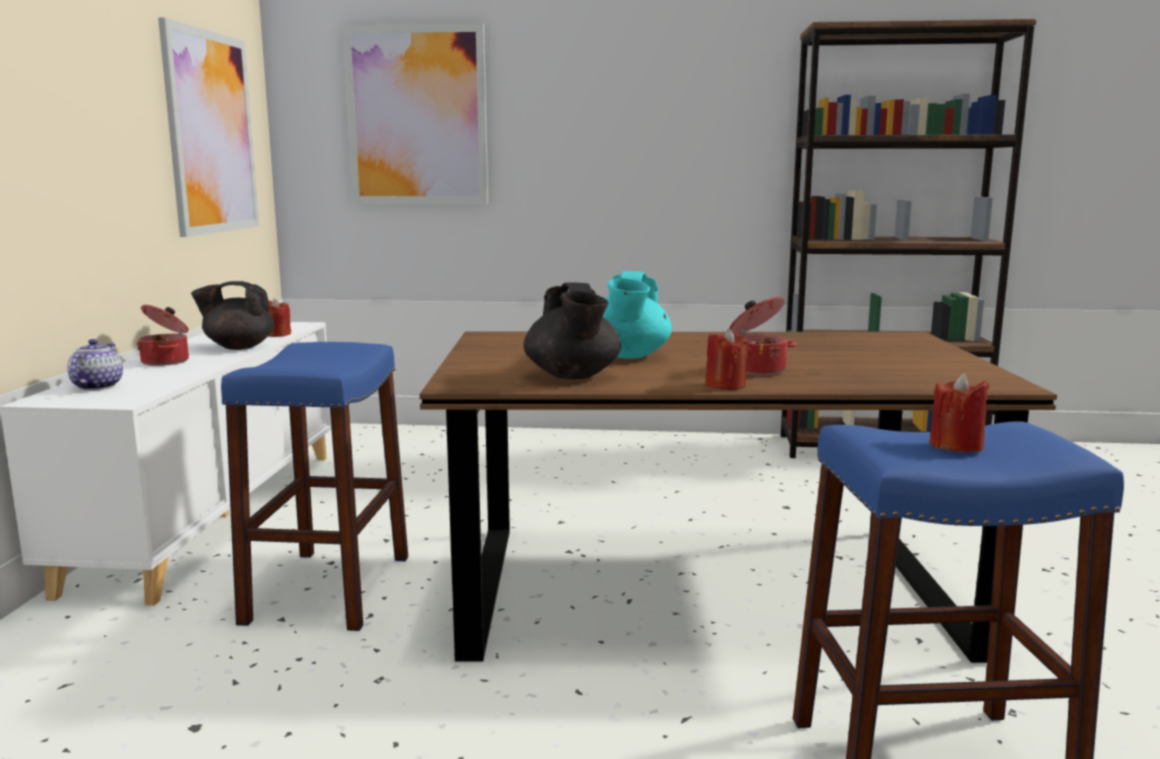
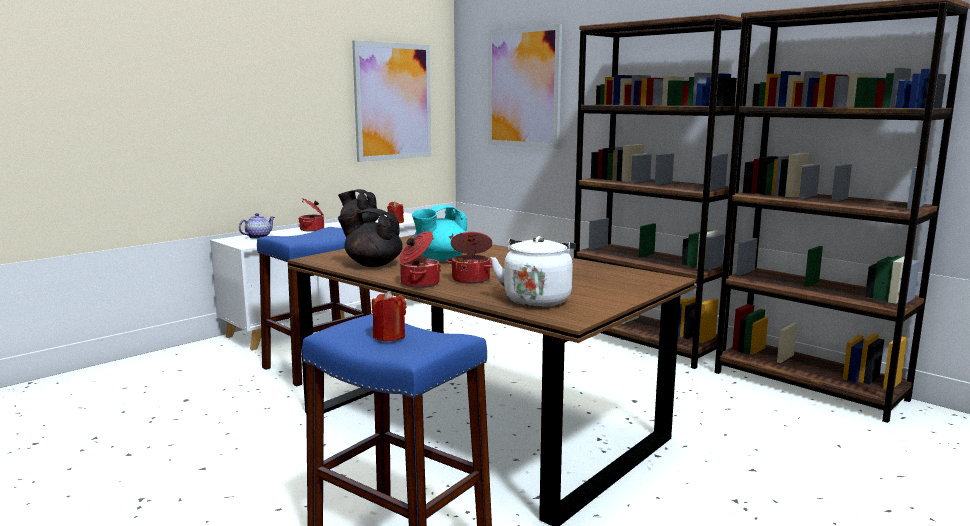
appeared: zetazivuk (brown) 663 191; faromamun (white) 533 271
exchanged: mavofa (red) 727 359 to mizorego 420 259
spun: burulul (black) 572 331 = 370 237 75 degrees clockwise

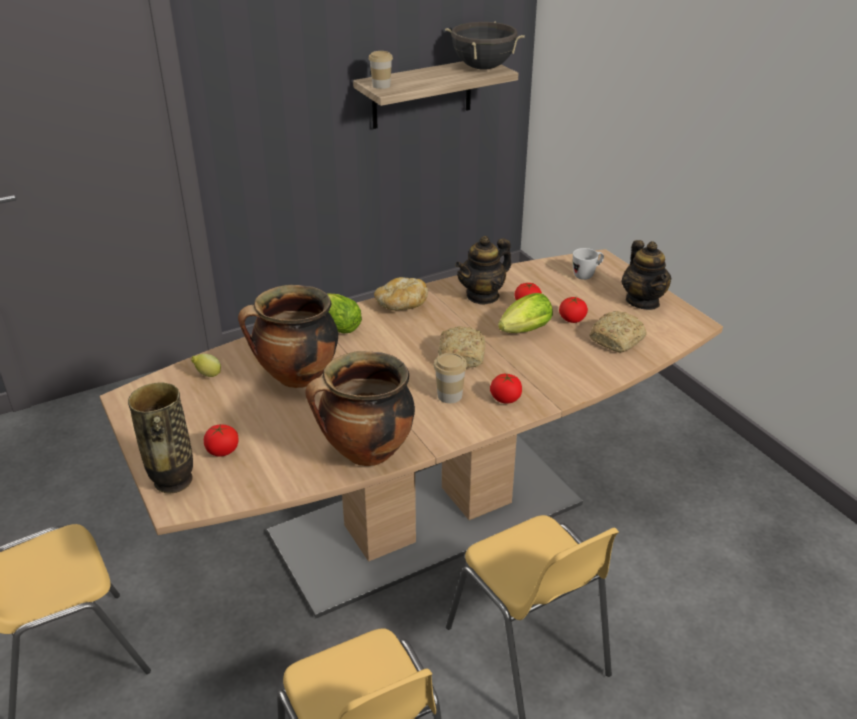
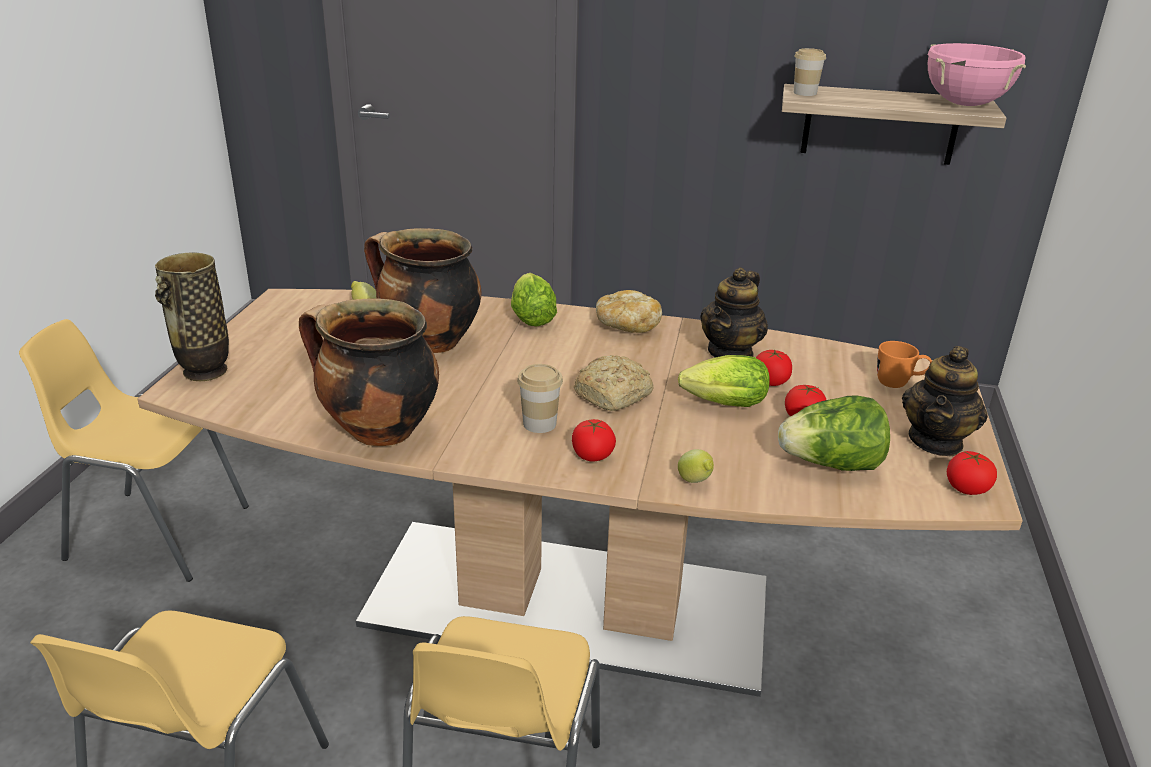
appeared: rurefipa 696 466
relocated: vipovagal 221 440 to 972 473
exchanged: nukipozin 618 332 to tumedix 834 433
colour: mizorego (black) 485 46 to mizorego (pink) 977 74; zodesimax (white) 588 264 to zodesimax (orange) 904 364
spun: burulul 483 270 = 734 312 60 degrees counterclockwise

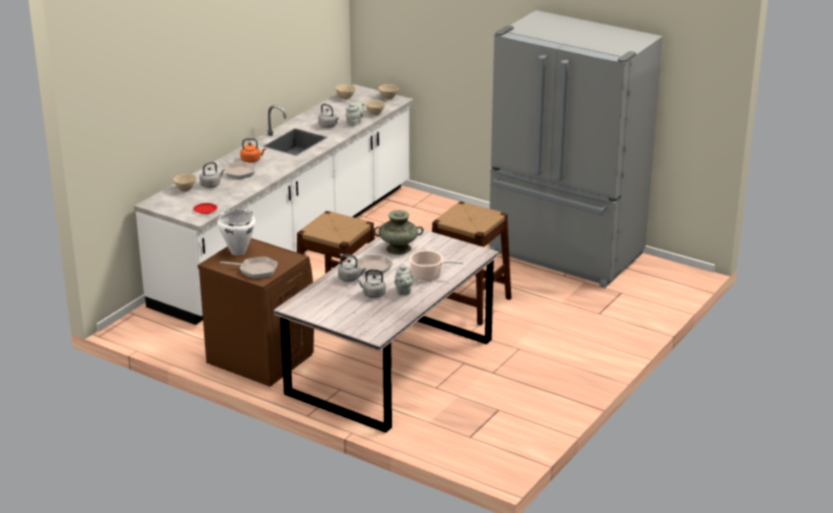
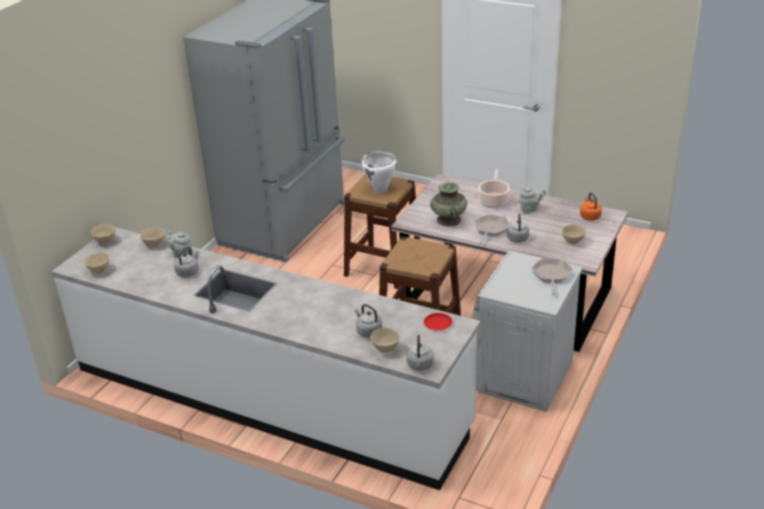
missing: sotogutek 238 167
appeared: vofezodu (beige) 574 234
relocated: faromamun (orange) 253 150 to 591 207; mizorego (white) 236 232 to 379 172; faromamun (grey) 371 283 to 420 353
colour: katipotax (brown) 256 312 to katipotax (white) 527 331

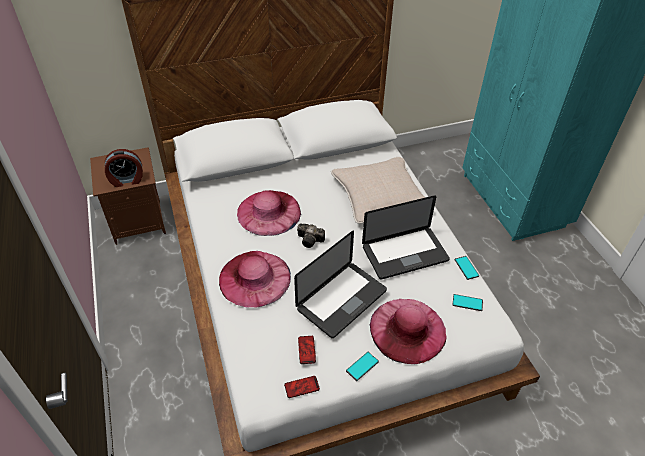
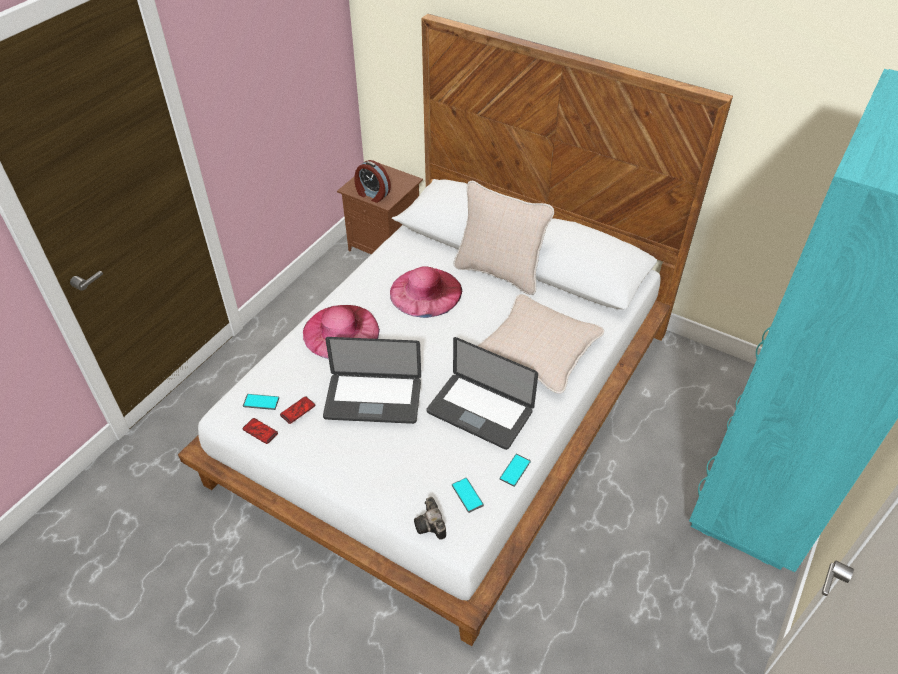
missing: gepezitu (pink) 408 331
appeared: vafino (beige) 504 238
relocated: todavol 311 236 to 430 518; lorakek 362 366 to 261 402

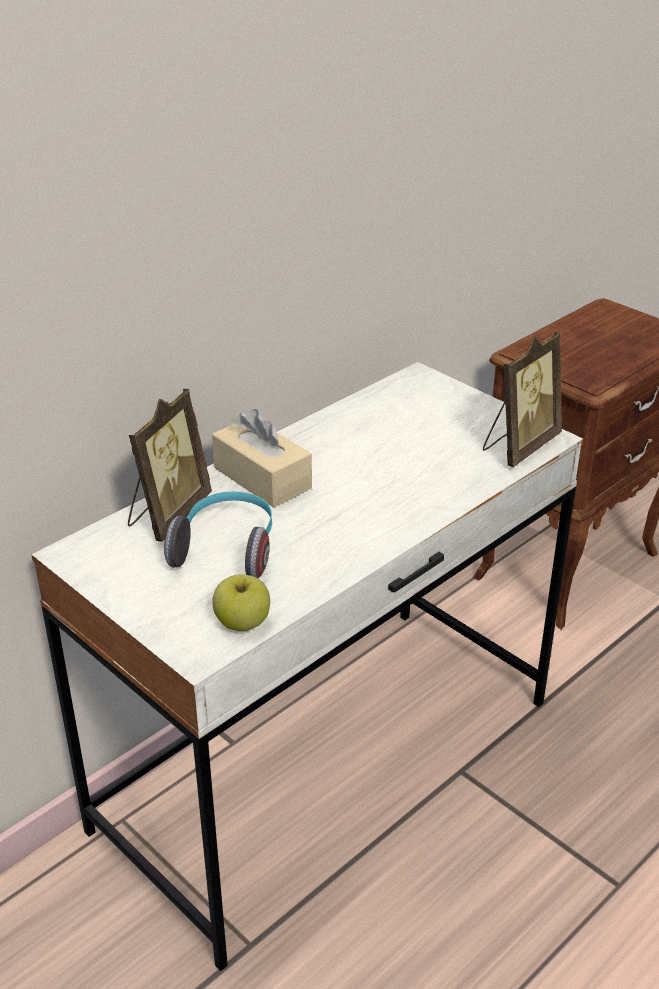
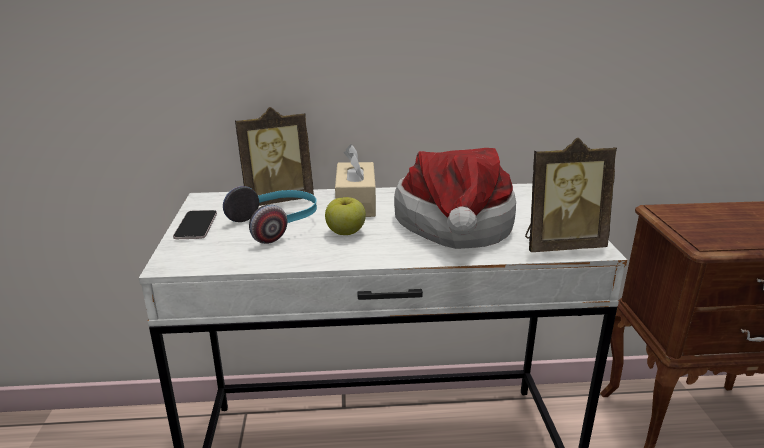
appeared: gepezitu 455 198; lorakek 195 224
relocated: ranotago 241 602 to 345 216

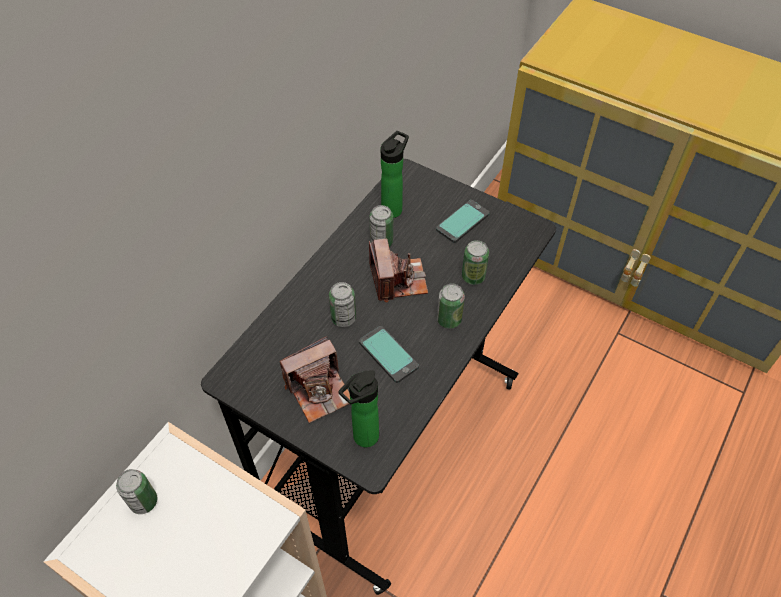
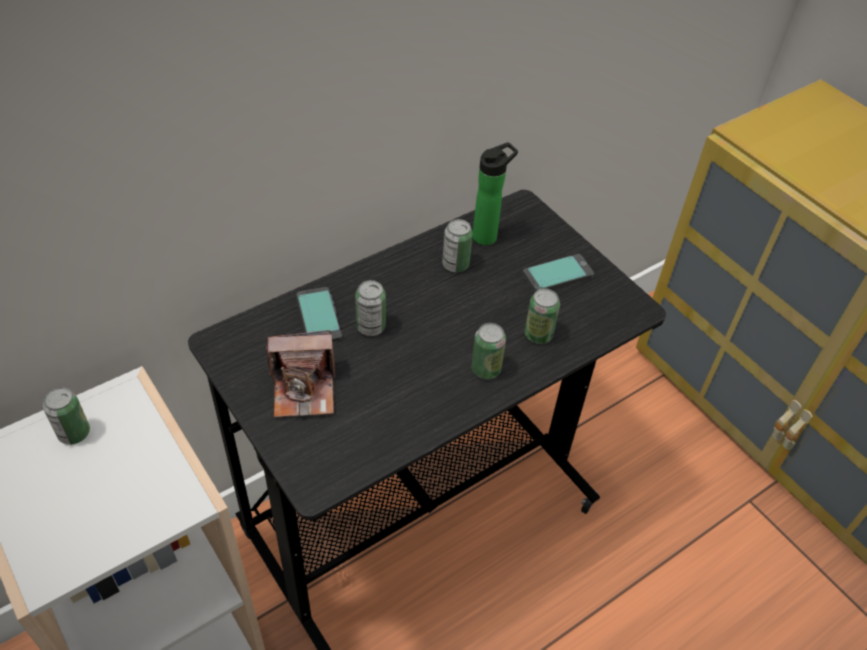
missing: todavol 398 270; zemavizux 358 408
relocated: lorakek 389 354 to 319 314

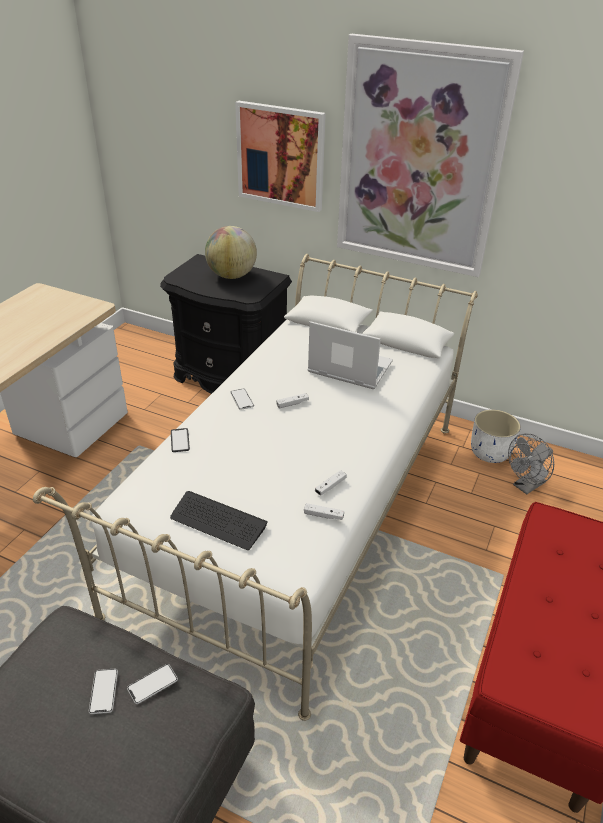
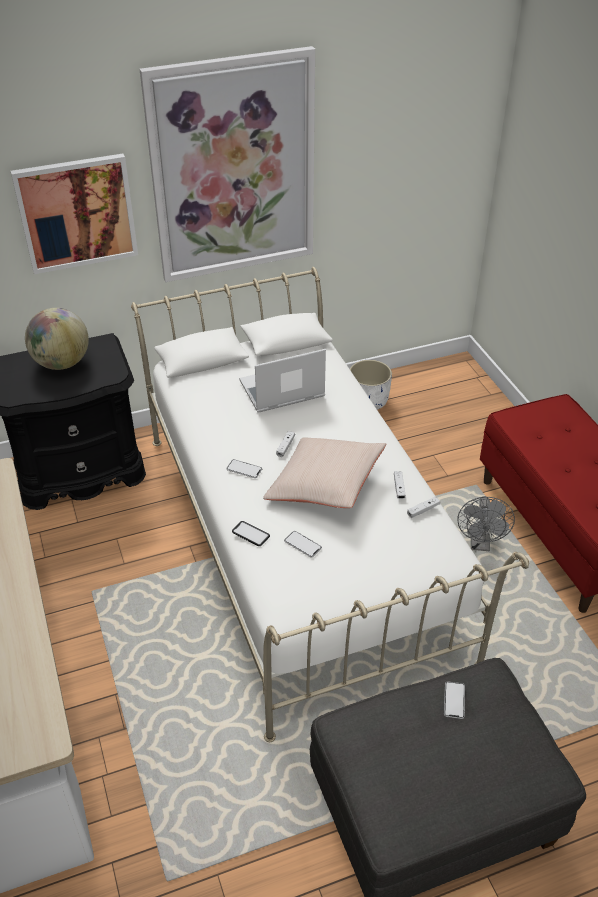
missing: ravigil 219 520
appeared: vafino (beige) 324 473
relocated: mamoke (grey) 531 463 to 486 523; lorakek 103 691 to 303 544

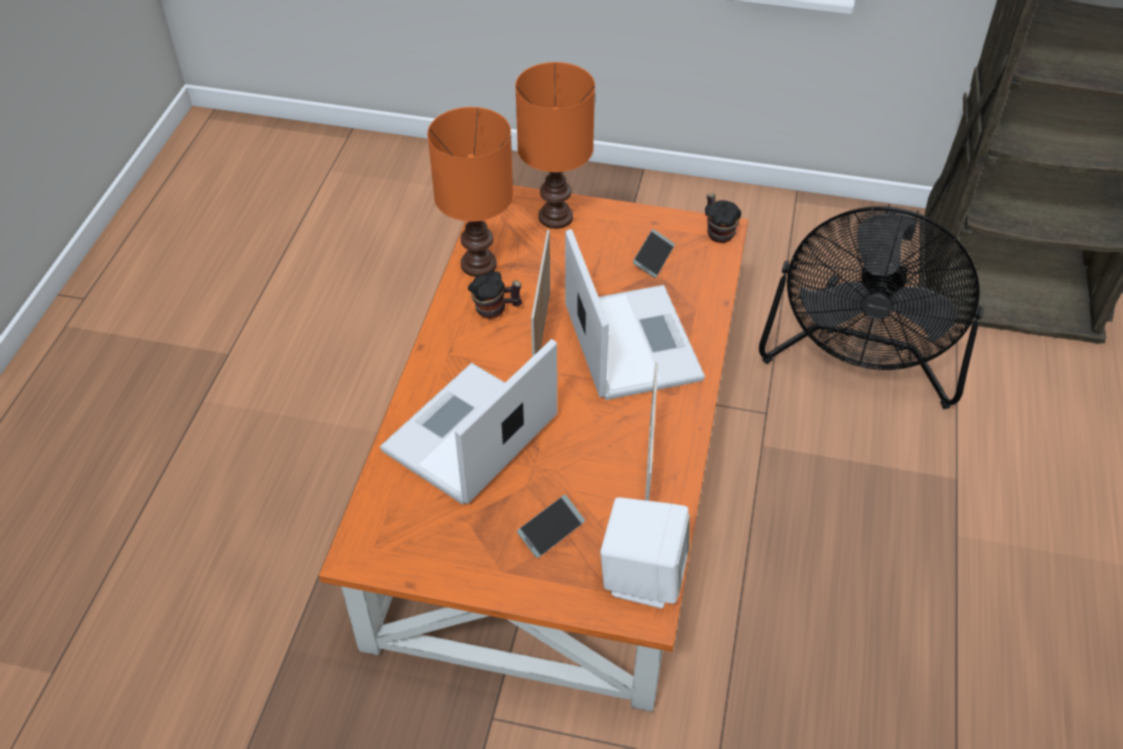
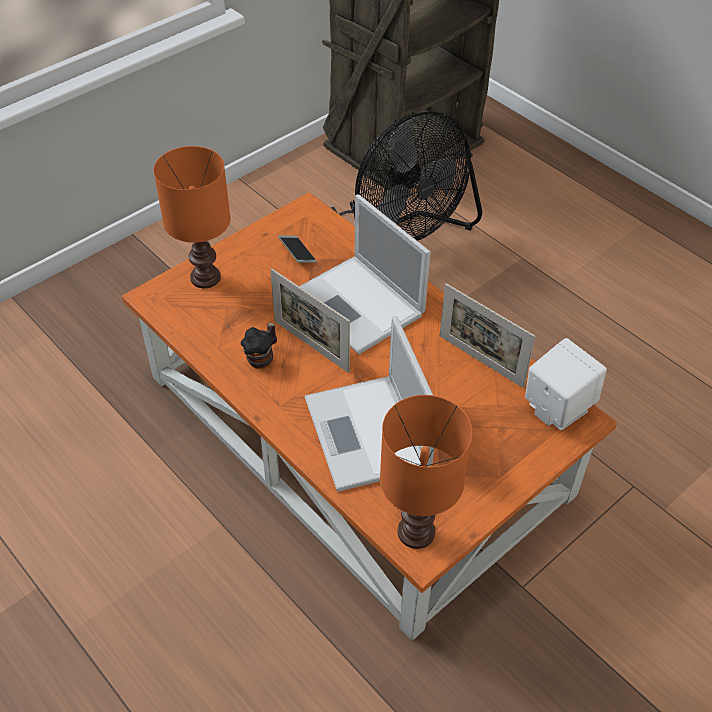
missing: zodesimax 723 218; lorakek 551 526
relocated: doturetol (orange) 470 192 to 426 472
spun: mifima 635 314 = 365 274 150 degrees counterclockwise

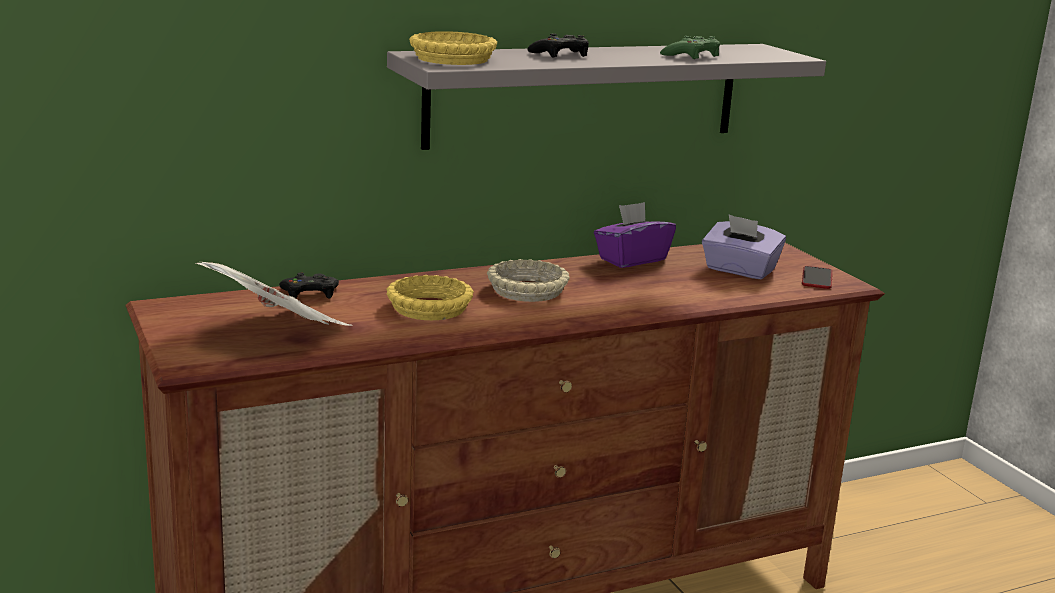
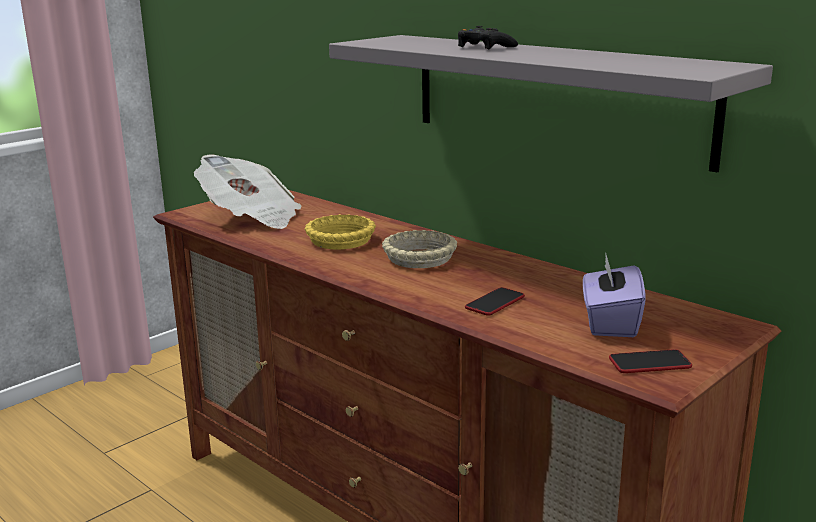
missing: vofezodu (yellow) 453 48; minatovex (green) 690 47; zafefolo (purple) 635 235; minatovex (black) 309 285
appeared: lorakek 495 301

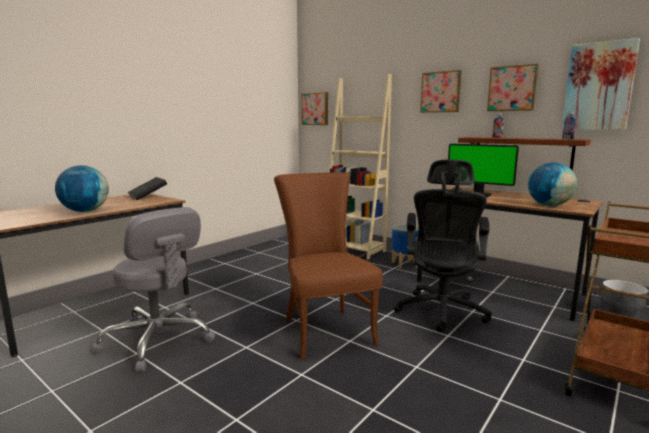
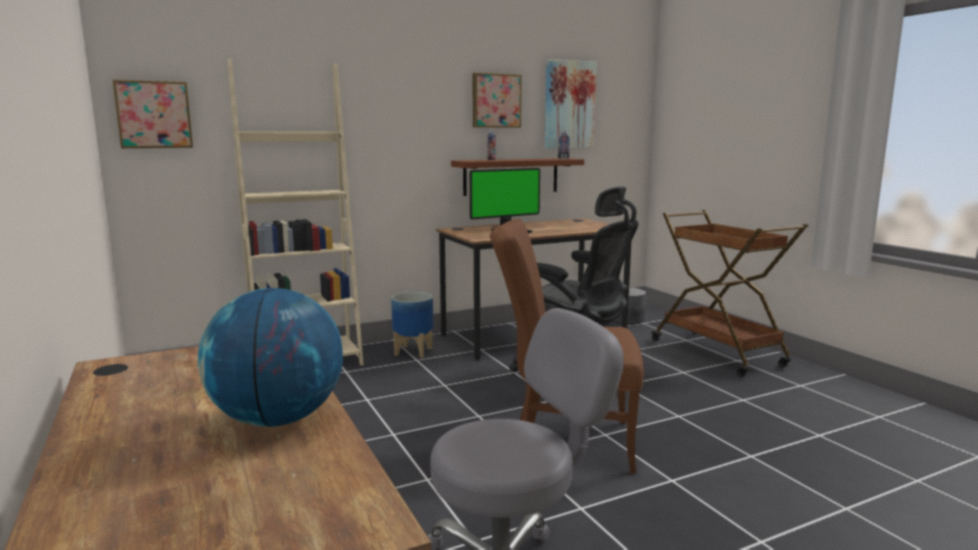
missing: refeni 440 91; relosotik 552 184; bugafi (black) 147 188

